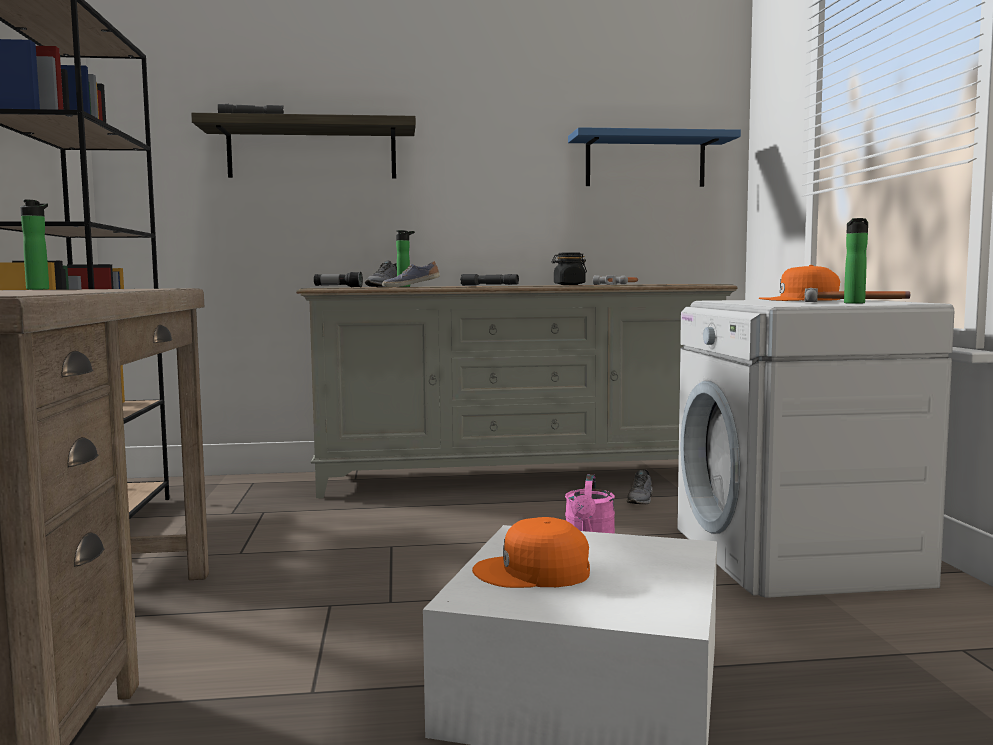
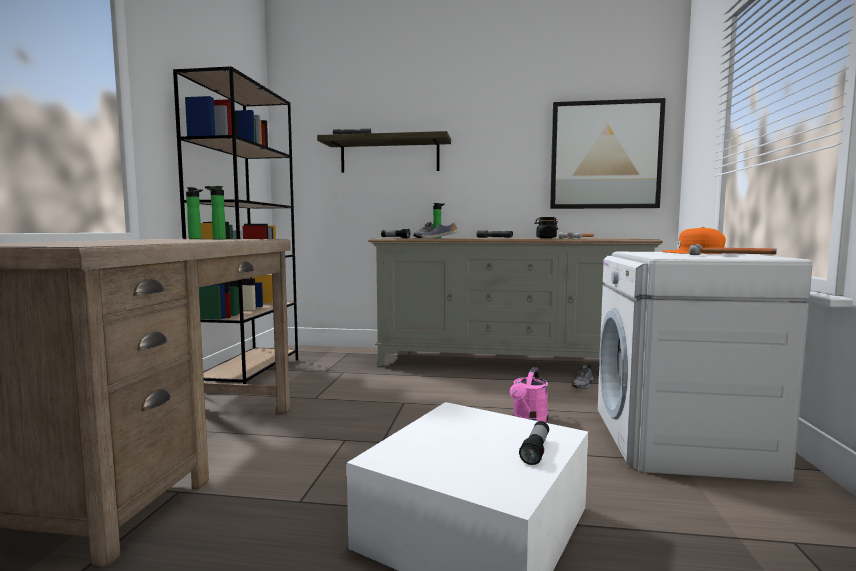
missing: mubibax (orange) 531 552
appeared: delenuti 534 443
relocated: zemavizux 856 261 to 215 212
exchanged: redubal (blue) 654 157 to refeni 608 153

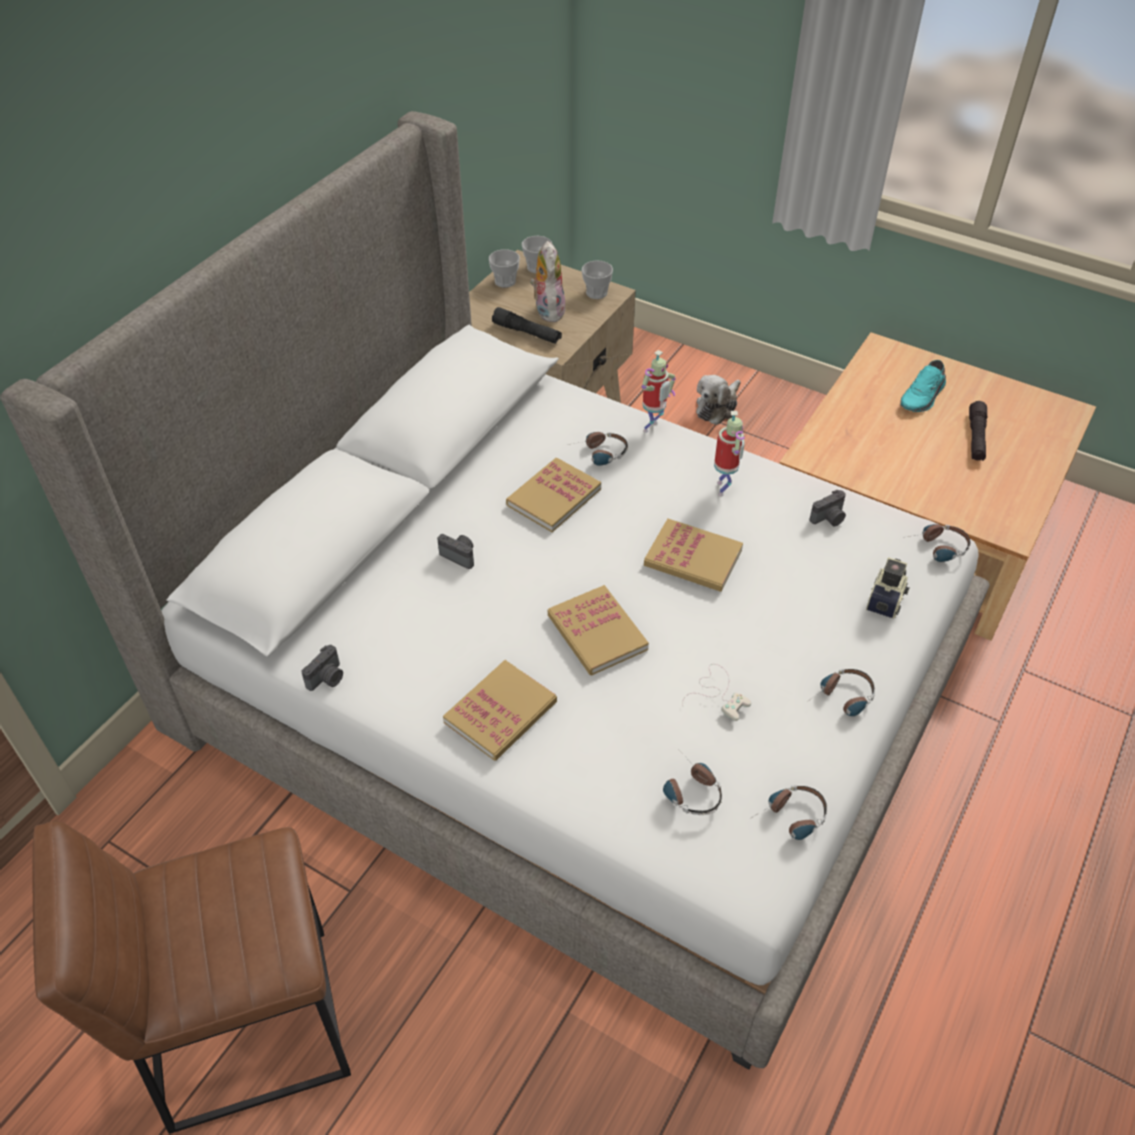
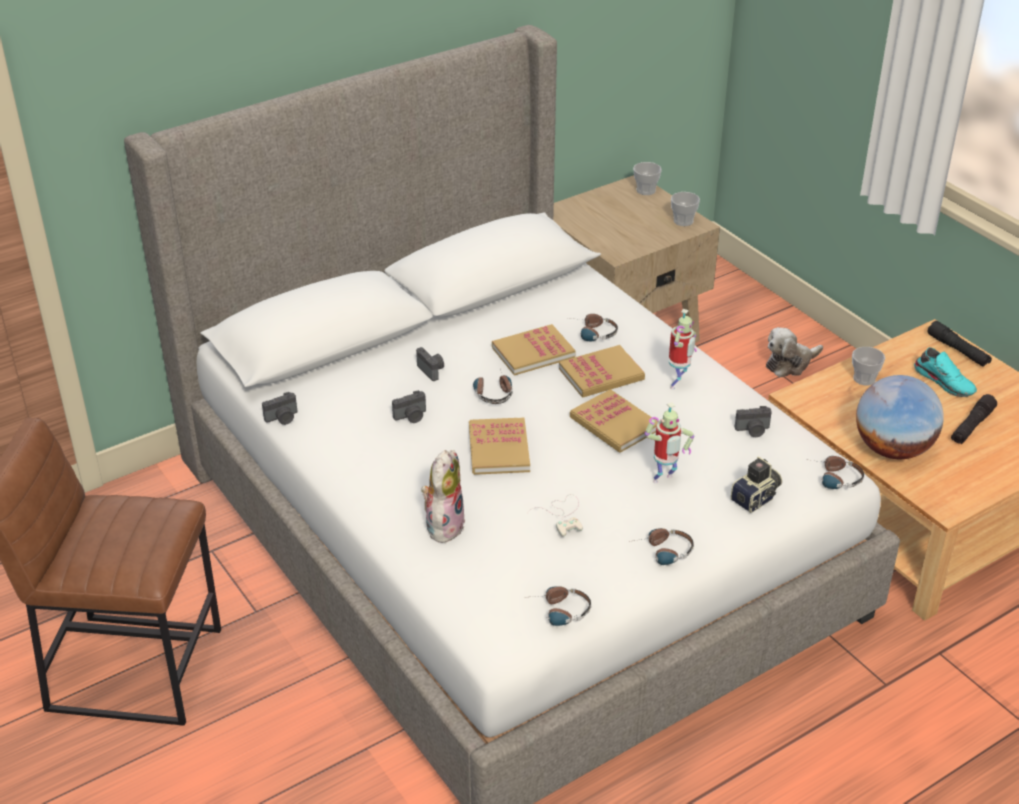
appeared: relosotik 900 417; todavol 409 406
relocated: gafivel 548 281 to 443 496; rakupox 504 268 to 868 366; delenuti (black) 527 325 to 959 343; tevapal 659 391 to 669 442; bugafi 500 710 to 602 371; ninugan 692 782 to 493 386
spun: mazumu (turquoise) 923 386 = 945 372 105 degrees counterclockwise

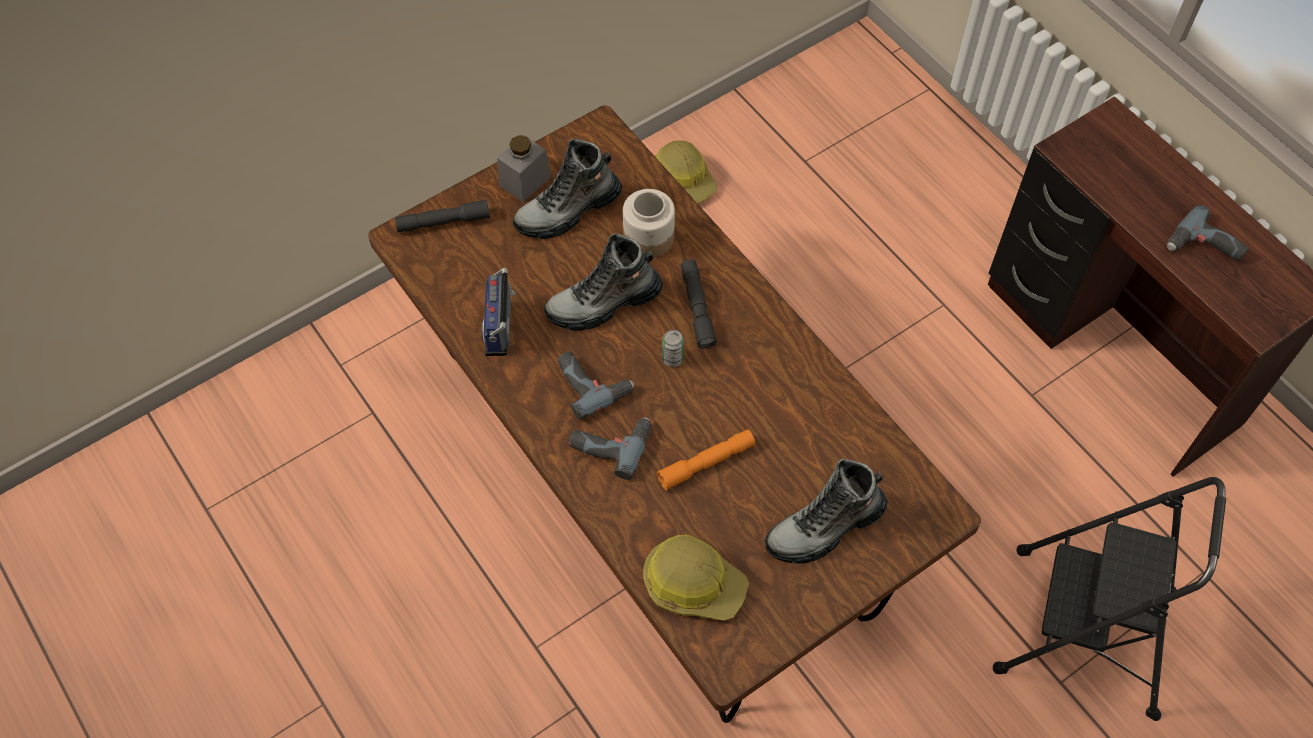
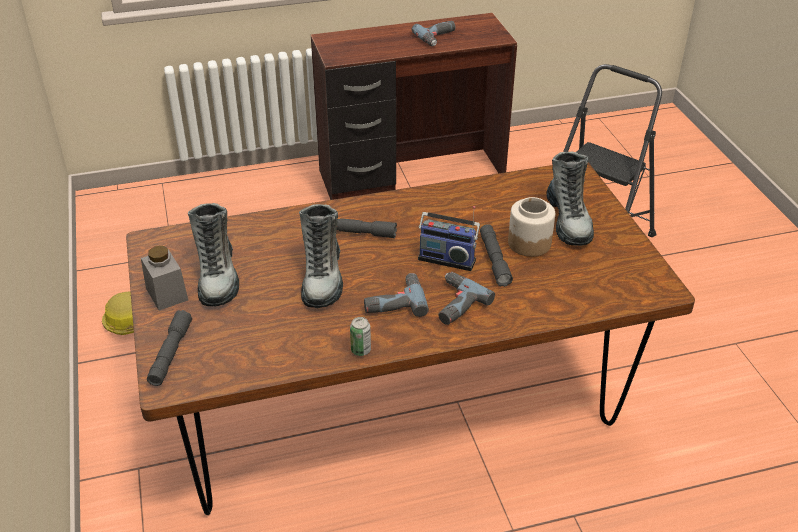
missing: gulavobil 696 578
relocated: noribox 649 223 to 531 227; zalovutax 499 312 to 449 238; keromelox 673 348 to 360 336
colour: delenuti (orange) 706 459 to delenuti (grey) 496 255

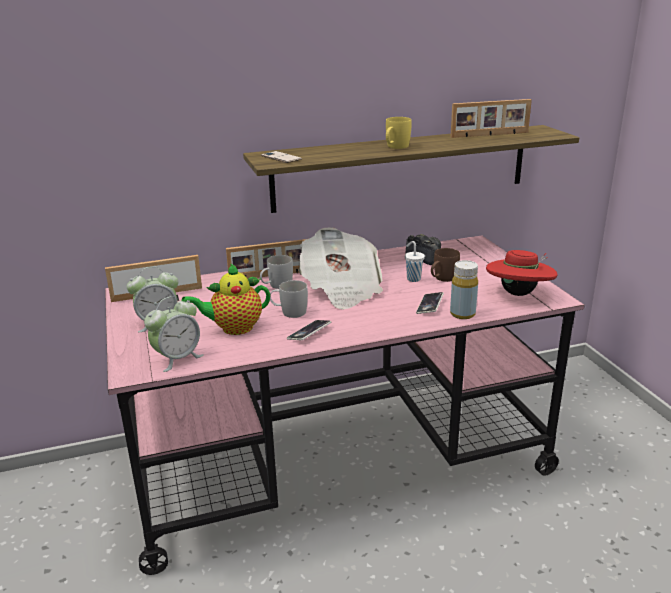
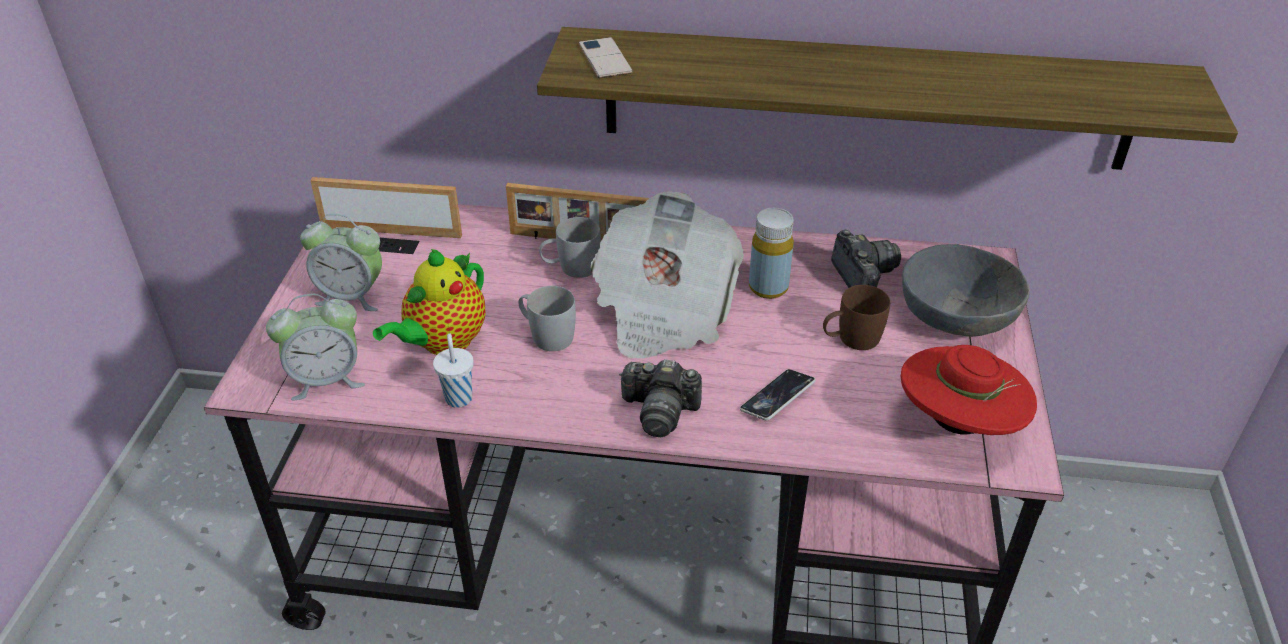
missing: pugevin 491 118; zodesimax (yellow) 399 133; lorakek 309 330
appeared: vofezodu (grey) 966 290; todavol 660 398
relocated: rakupox (white) 415 261 to 453 370; zemavizux (yellow) 464 289 to 771 253
spun: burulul 226 299 = 429 302 60 degrees counterclockwise

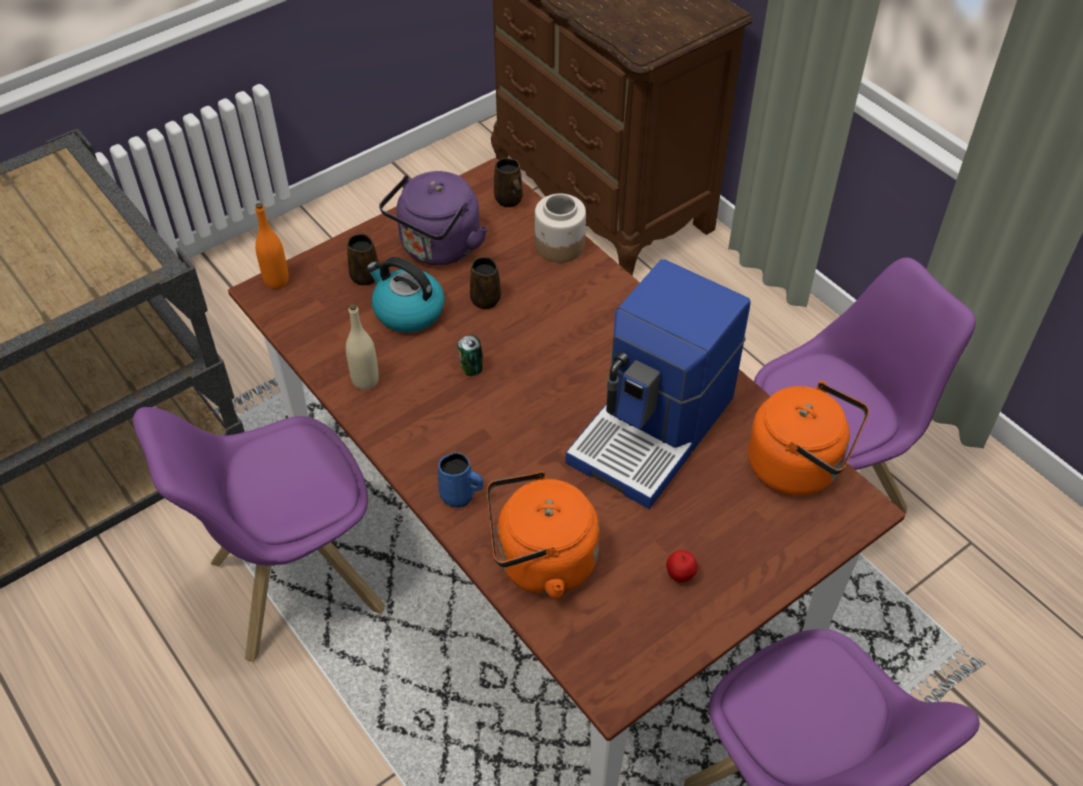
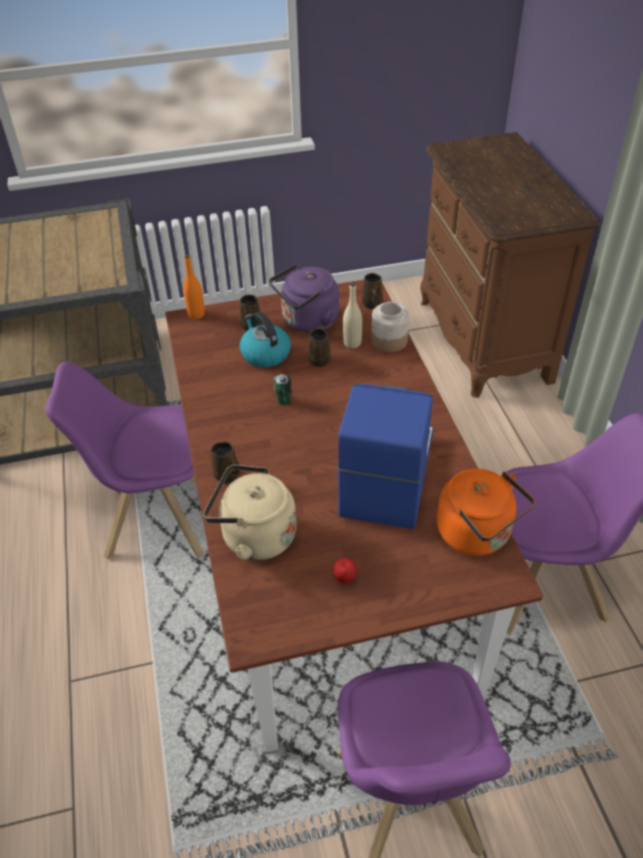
relocated: zemavizux (beige) 362 347 to 352 315
colour: zodesimax (blue) 461 480 to zodesimax (brown) 226 463; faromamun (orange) 543 535 to faromamun (beige) 250 512
spun: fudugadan 658 384 = 385 456 135 degrees clockwise

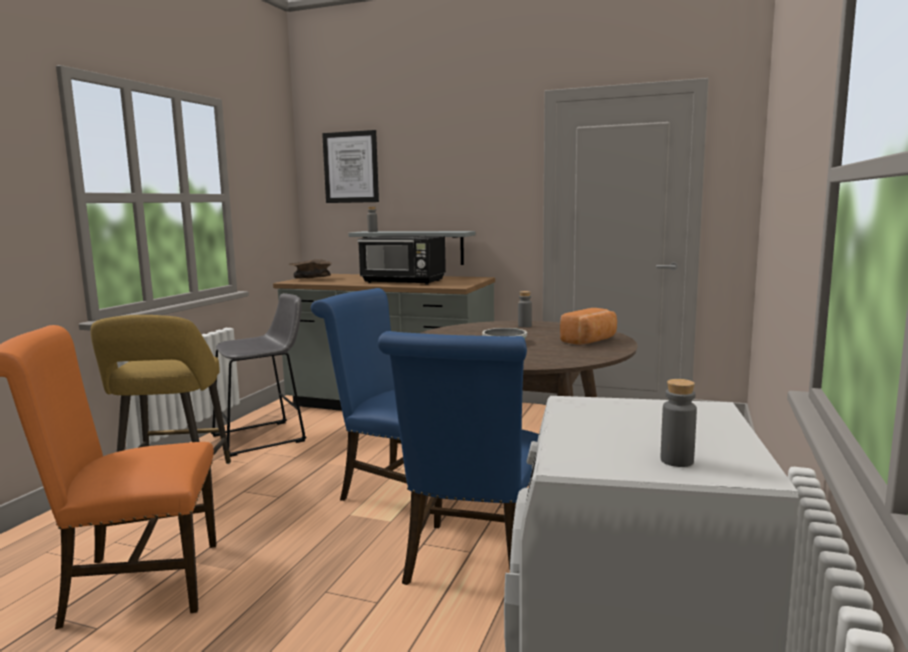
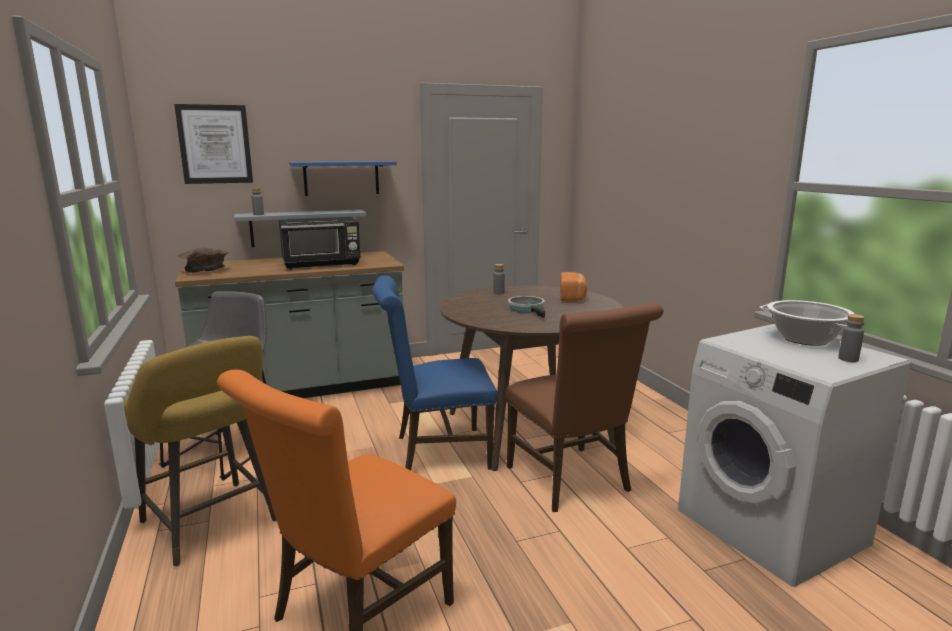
appeared: redubal (blue) 343 178; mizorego 811 323
colour: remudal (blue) 458 458 to remudal (brown) 585 407

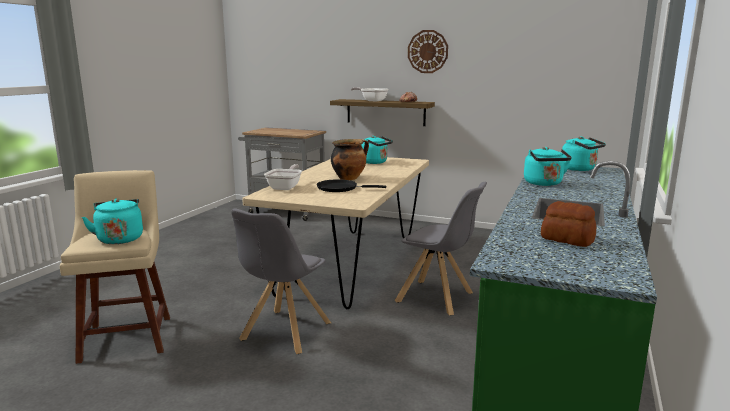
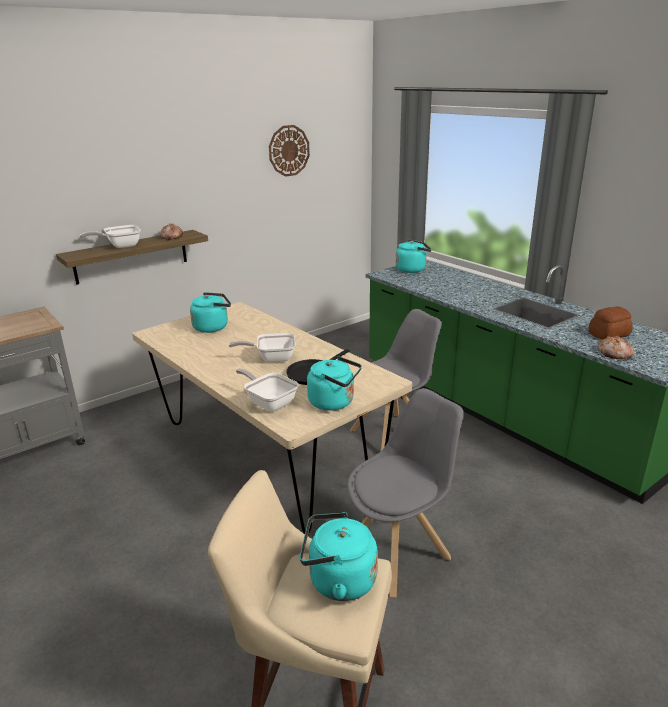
appeared: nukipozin 616 347
relocated: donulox 428 51 to 289 151; faromamun (turquoise) 548 166 to 334 383
exchanged: mizorego 350 159 to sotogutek 262 347
spun: remudal (grey) 281 281 = 405 492 90 degrees counterclockwise

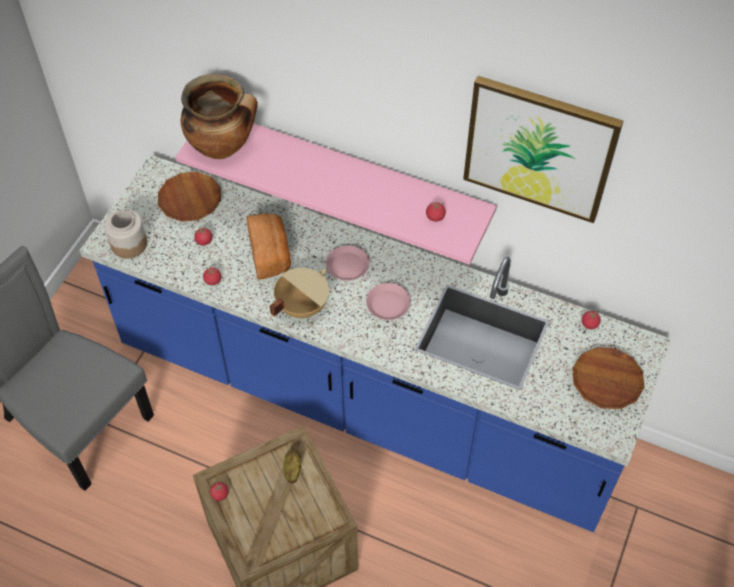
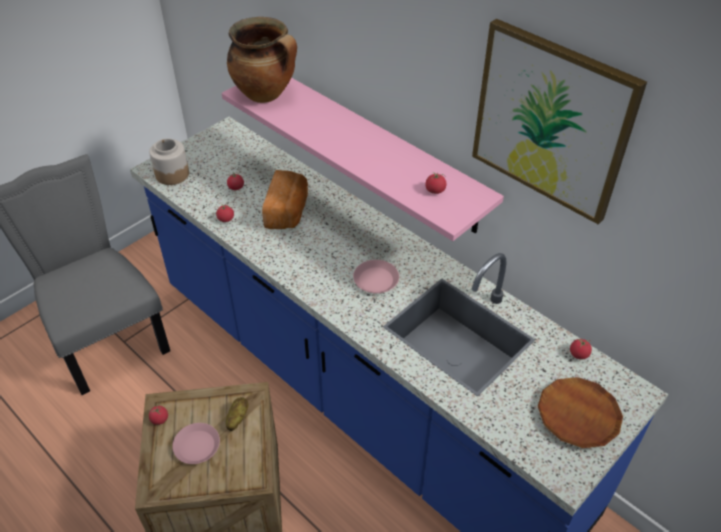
missing: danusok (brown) 189 197; mizorego (beige) 299 293
relocated: danusok (pink) 348 263 to 196 443

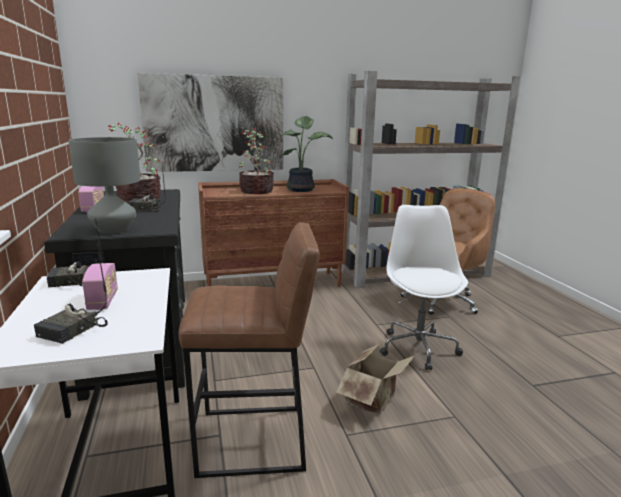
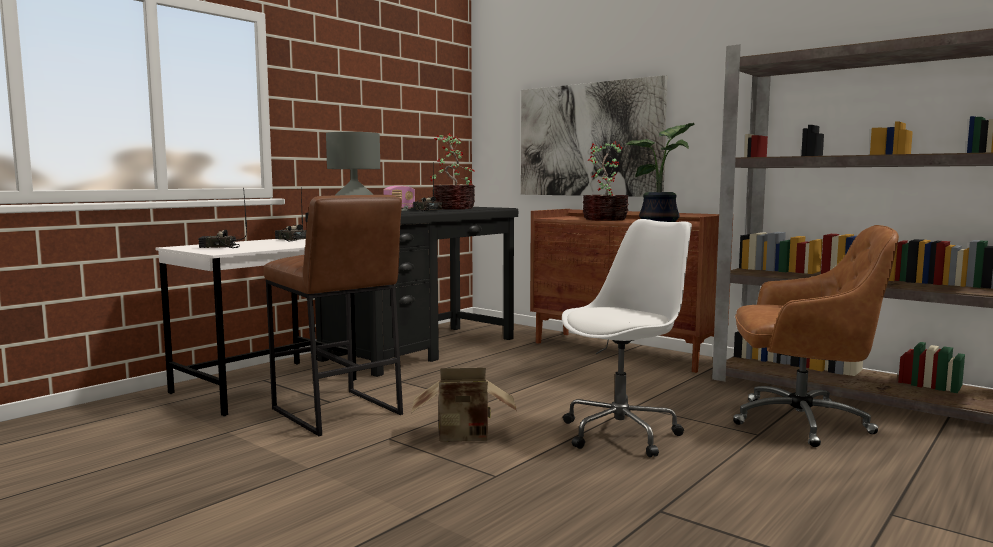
missing: zalovutax 100 286

